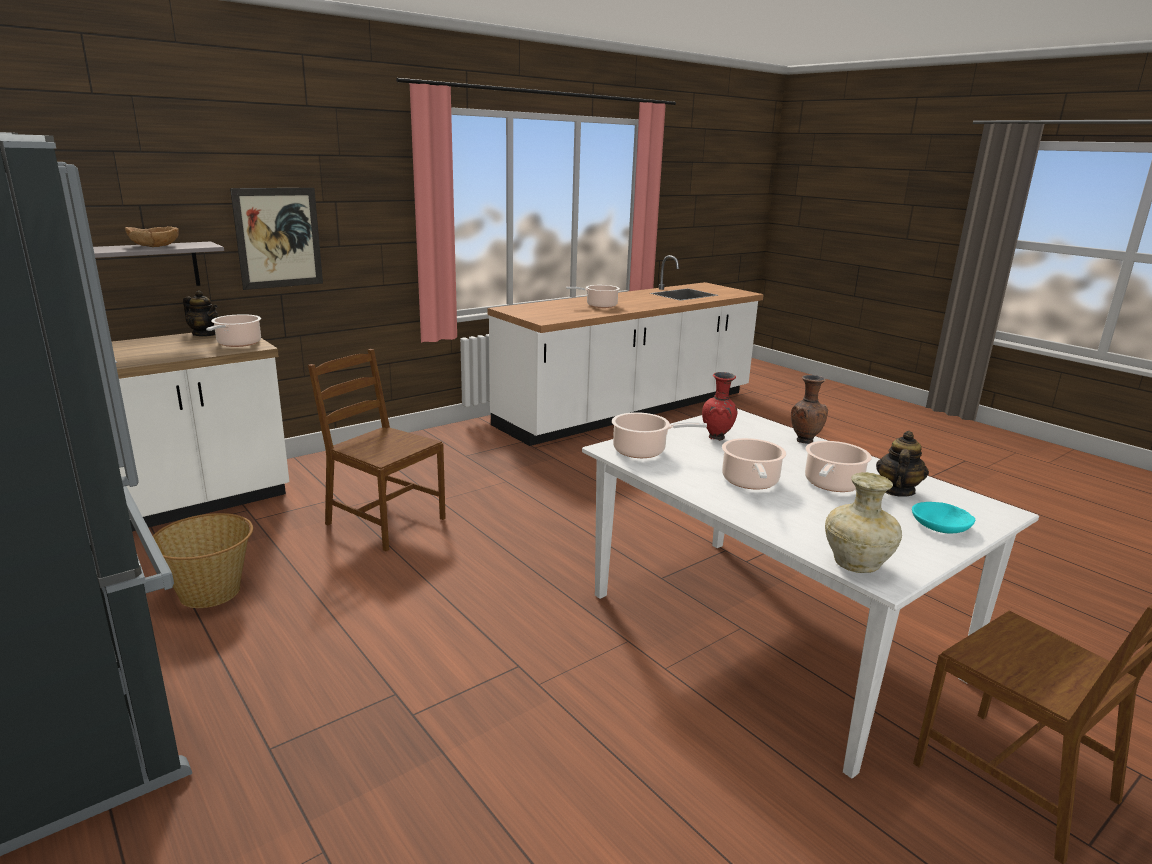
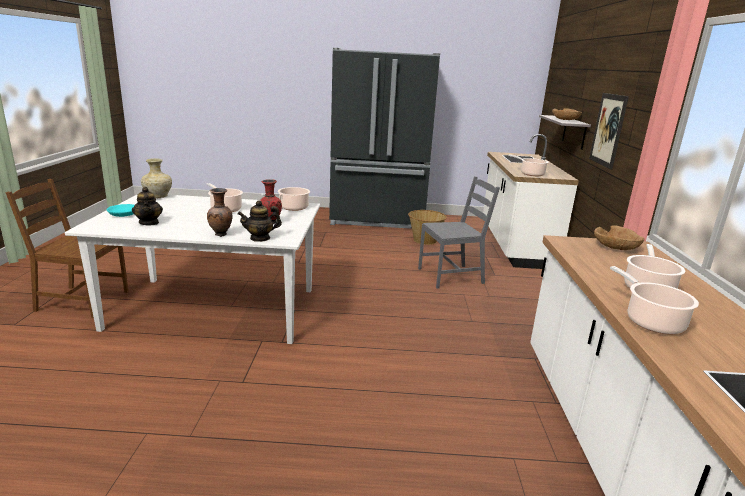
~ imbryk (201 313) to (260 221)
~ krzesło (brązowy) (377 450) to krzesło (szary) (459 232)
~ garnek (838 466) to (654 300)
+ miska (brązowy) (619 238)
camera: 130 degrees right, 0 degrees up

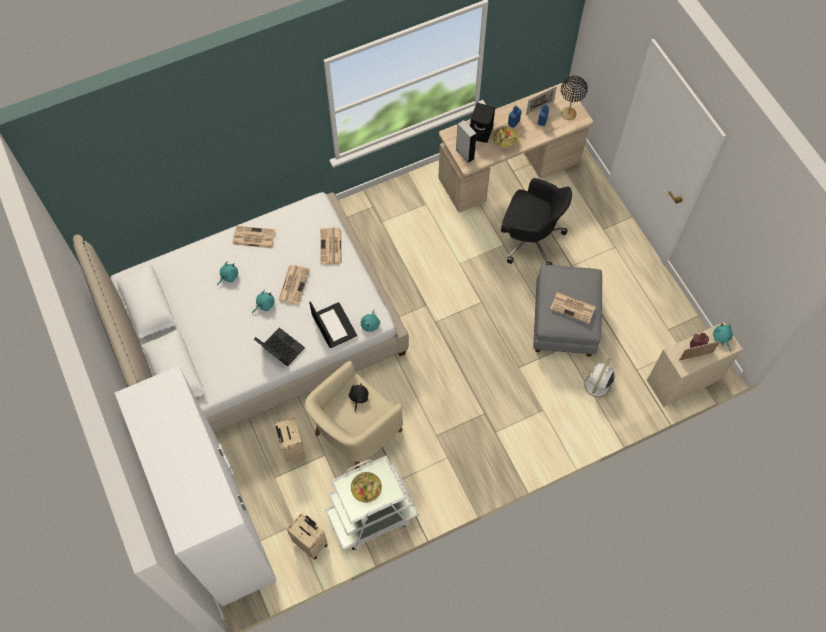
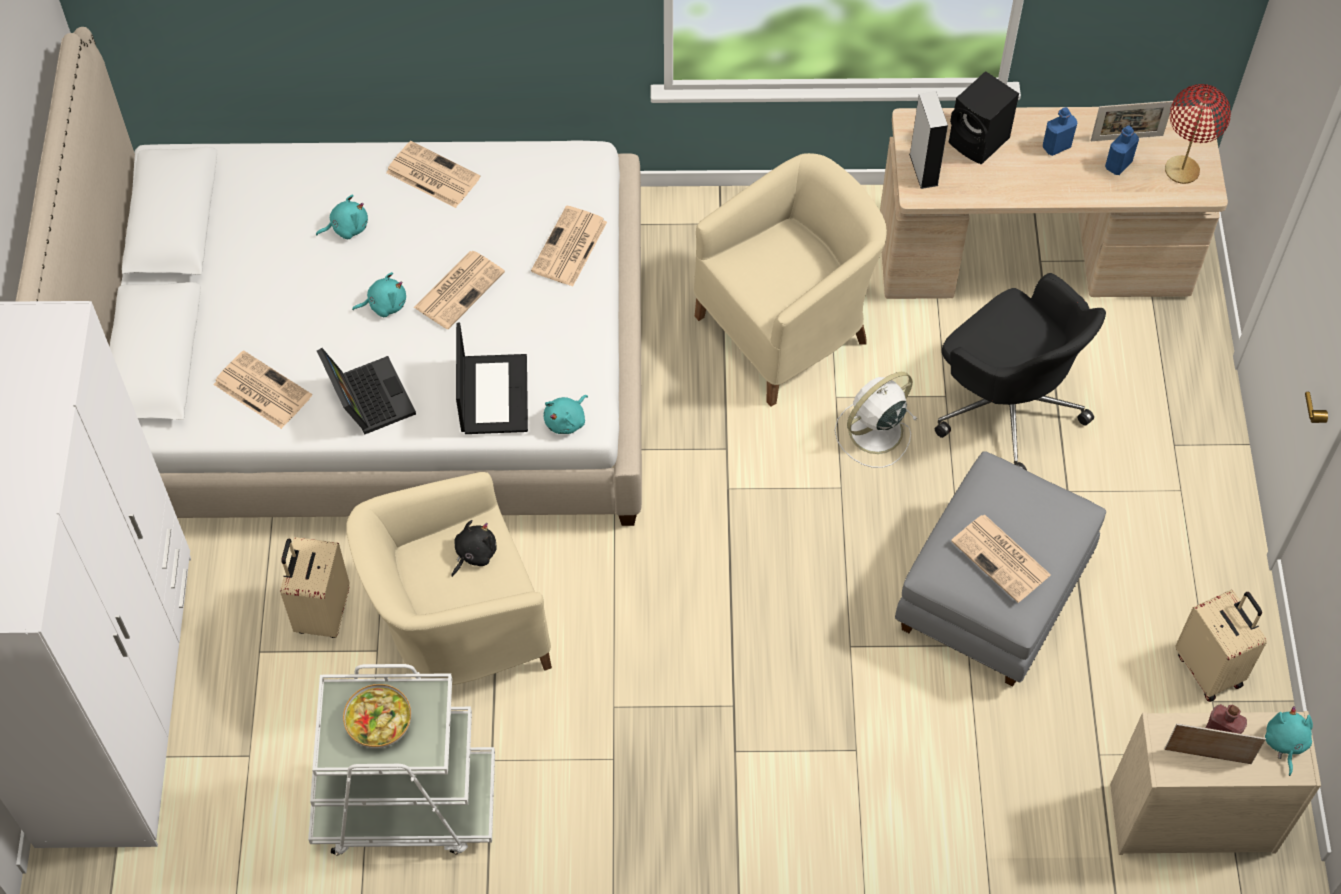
~ lampa stołowa (czarny) (574 98) to lampa stołowa (czerwony) (1198 134)
- miska (505 137)
~ wentylator (biały) (596 381) to (876 420)
~ walizka (beżowy) (307 536) to (1221 646)
+ fotel (beżowy) (790 280)
+ gazeta (262 389)
camera: 25 degrees right, 5 degrees down

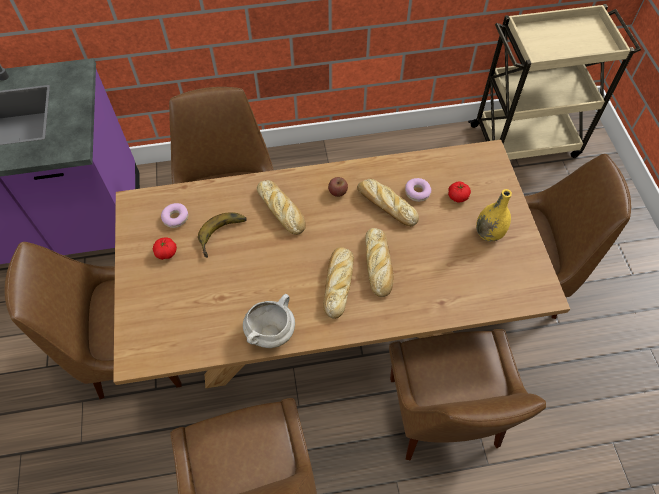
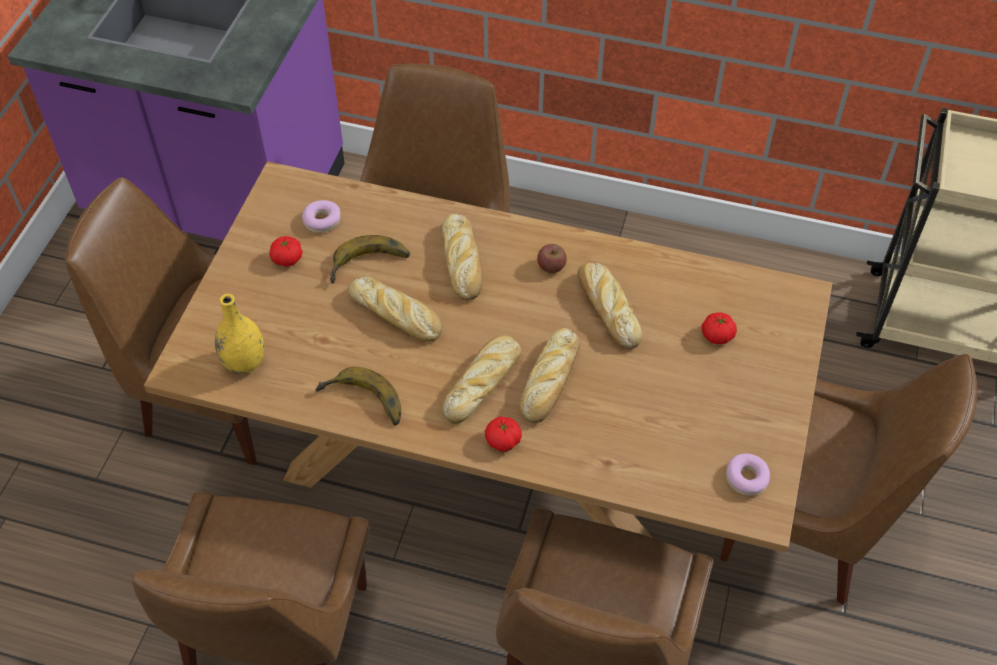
~ donut (418 190) to (748 474)
~ wazon (żółty) (494 215) to (240 334)
~ garnek (biały) (269 321) to banan (358 396)
+ chleb (395 309)
+ pomidor (503 434)
camera: 25 degrees right, 5 degrees down

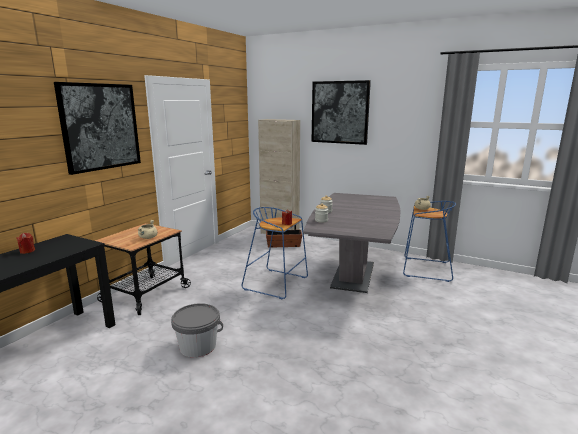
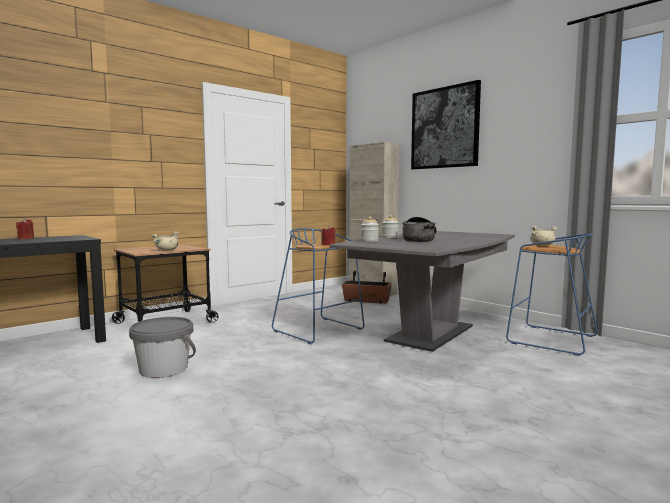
- obraz (97 128)
+ garnek (419 229)
camera: 20 degrees right, 10 degrees down

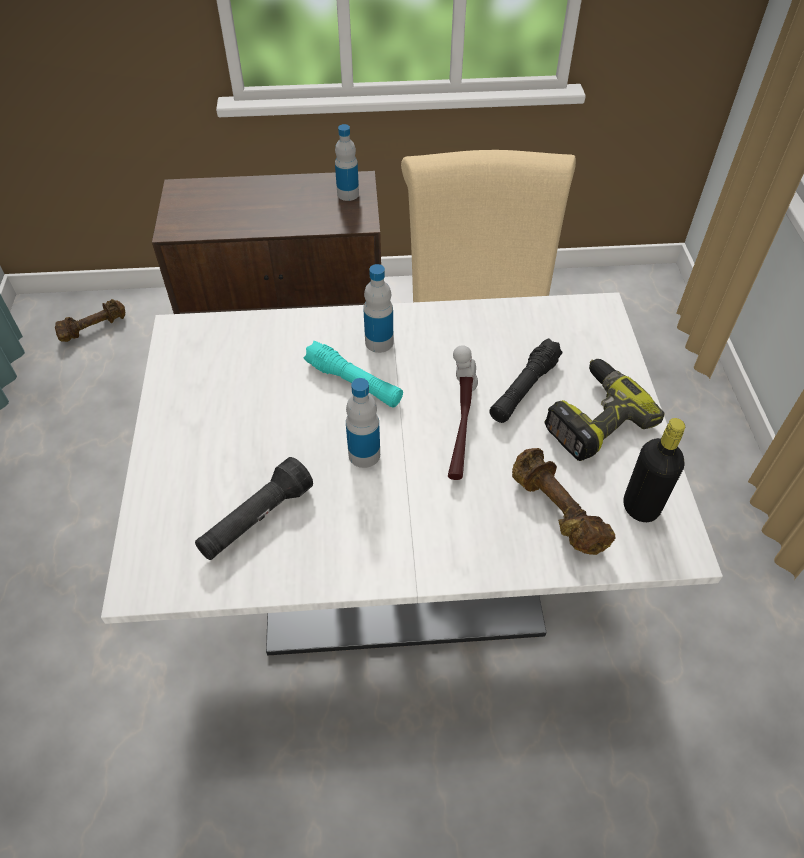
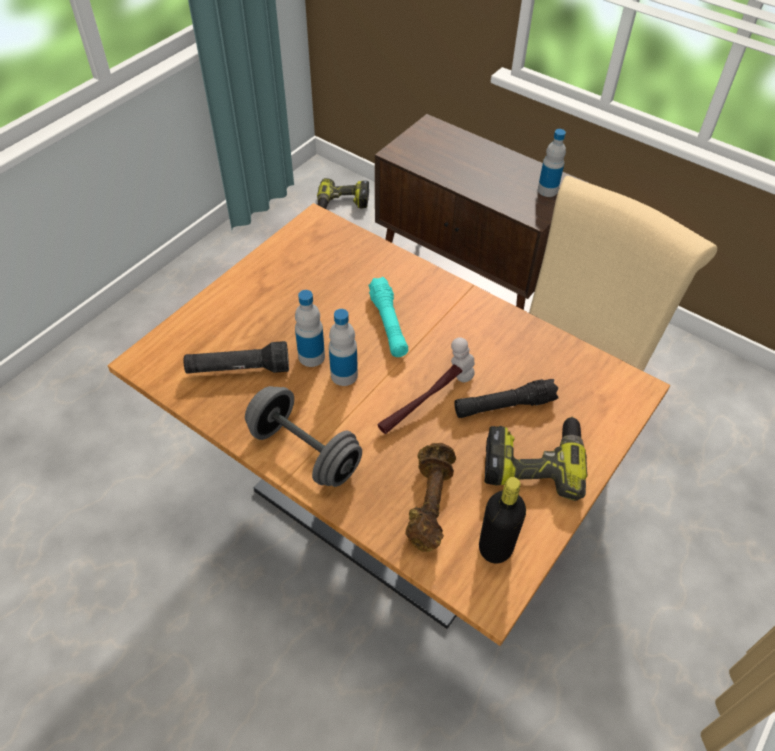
~ butelka (378 308) to (310 328)
~ stół jadalny (biały) (412 474) to stół jadalny (brązowy) (388 424)
~ hantel (brązowy) (90 320) to wiertarka (343 193)
+ hantel (szary) (303 436)
camera: 40 degrees right, 0 degrees up

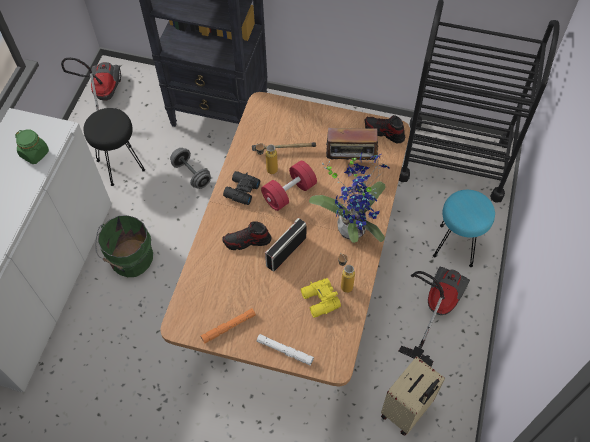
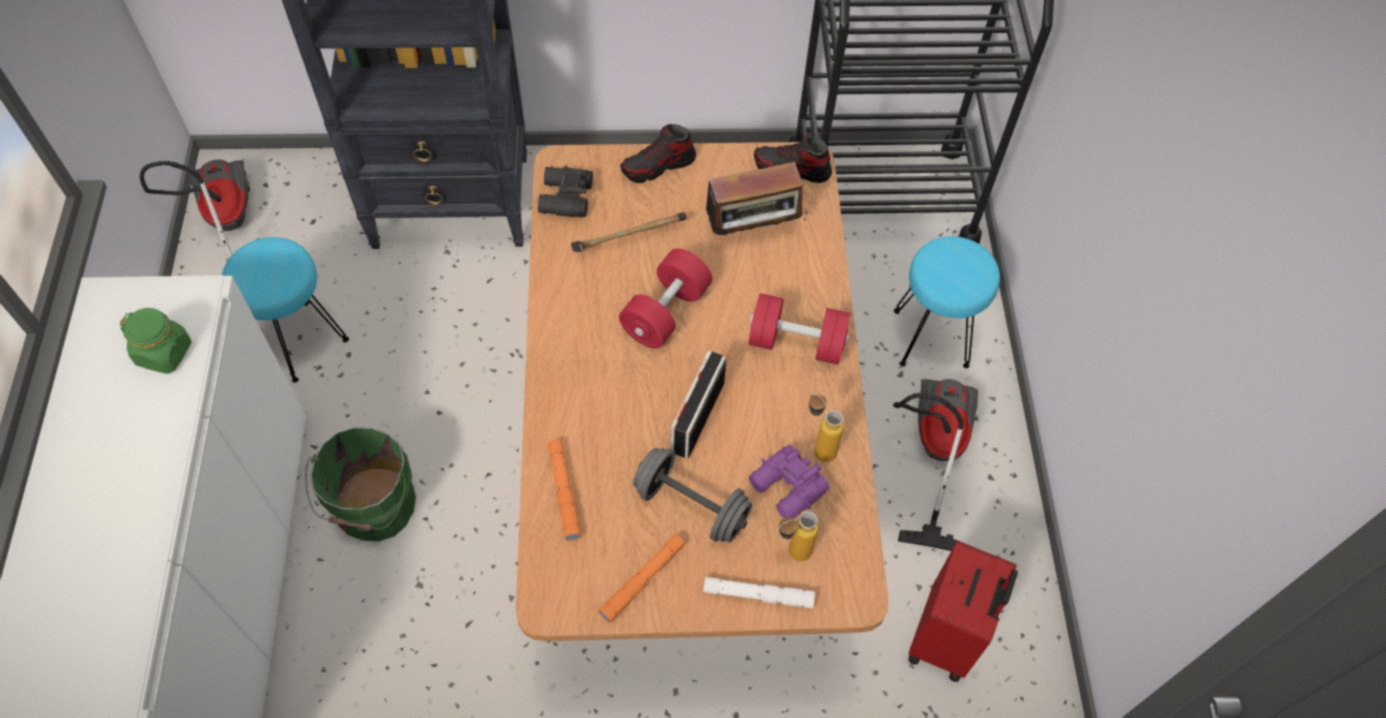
~ stołek (czarny) (114 147) to stołek (turkusowy) (285 310)
~ butelka (266 158) to (798 536)
~ hantel (szary) (190 168) to (692 495)
~ roślina doniczkowa (349 197) to hantel (czerwony) (799 329)
~ lornetka (czarny) (241 188) to (565 191)
~ but (247 235) to (658 153)
~ lornetka (żółty) (321 298) to lornetka (fioletowy) (789 482)
~ walizka (beżowy) (413 396) to walizka (czerwony) (963 611)
+ latarka (pomarańczowy) (564 490)
camera: 20 degrees left, 0 degrees up

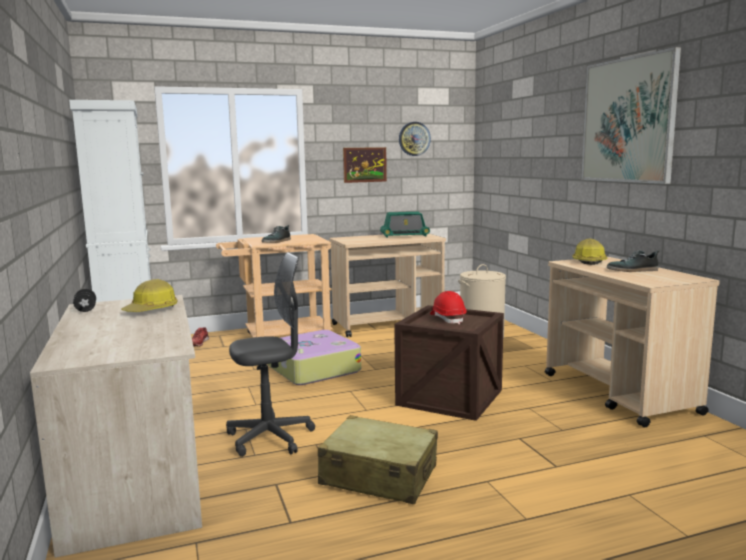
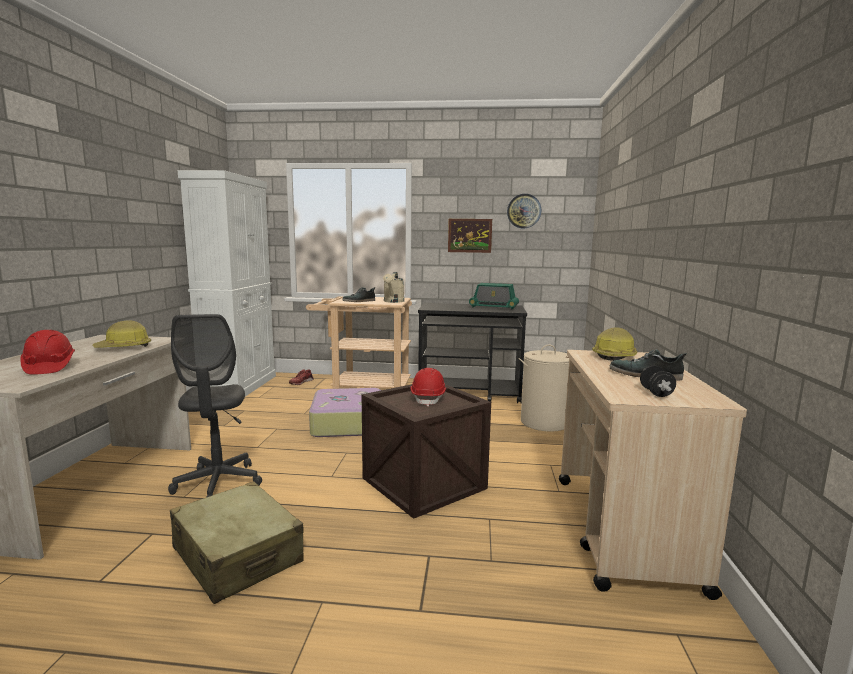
- obraz (631 115)
~ wózek (beżowy) (387 285) to wózek (czarny) (472 353)
~ krzesło biurowe (szary) (270 354) = (215 405) 75 degrees clockwise
~ hantel (czarny) (84 300) to (658 381)
+ konewka (beżowy) (393 287)
+ kask (czerwony) (47 352)
camera: 25 degrees right, 0 degrees up

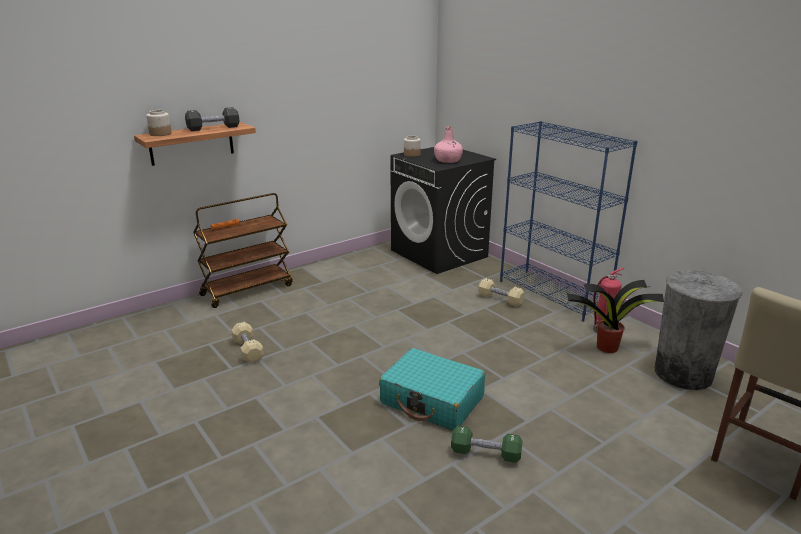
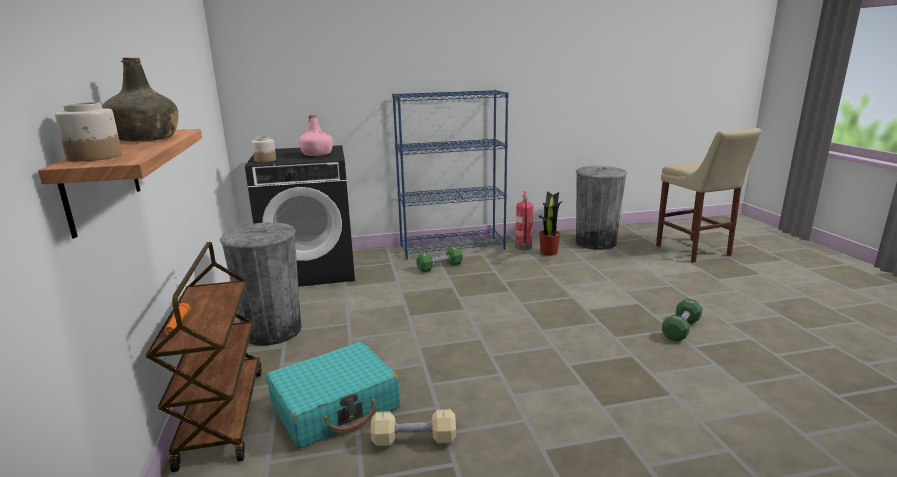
~ hantel (czarny) (212 119) to butelka (zielony) (140 99)
~ hantel (beżowy) (501 292) to hantel (zielony) (439 259)
~ walizka (turkusowy) (432 389) to (333 395)
+ kosz na śmieci (szary) (261 284)
camera: 65 degrees left, 5 degrees down

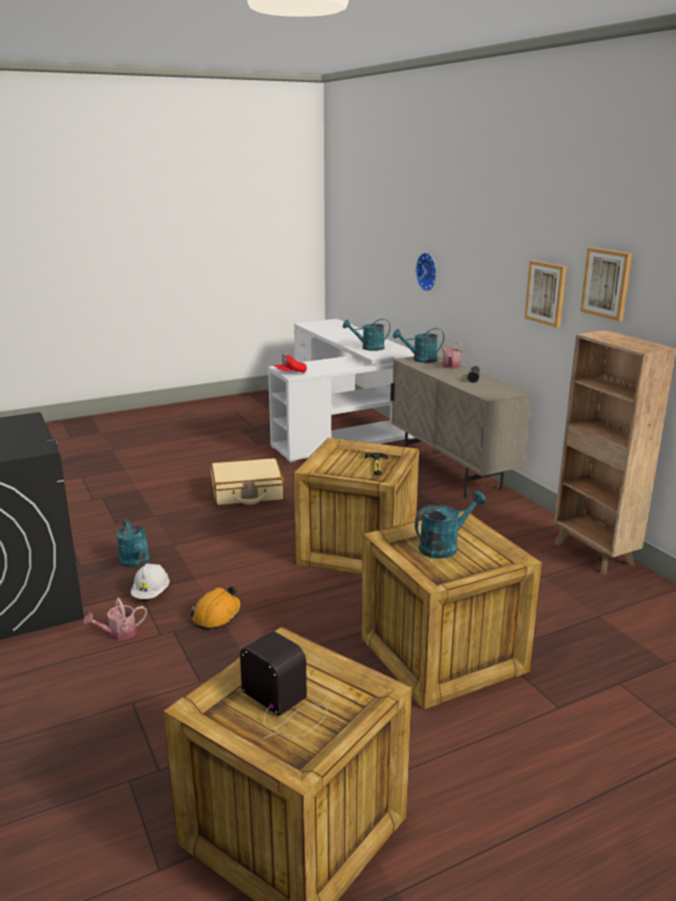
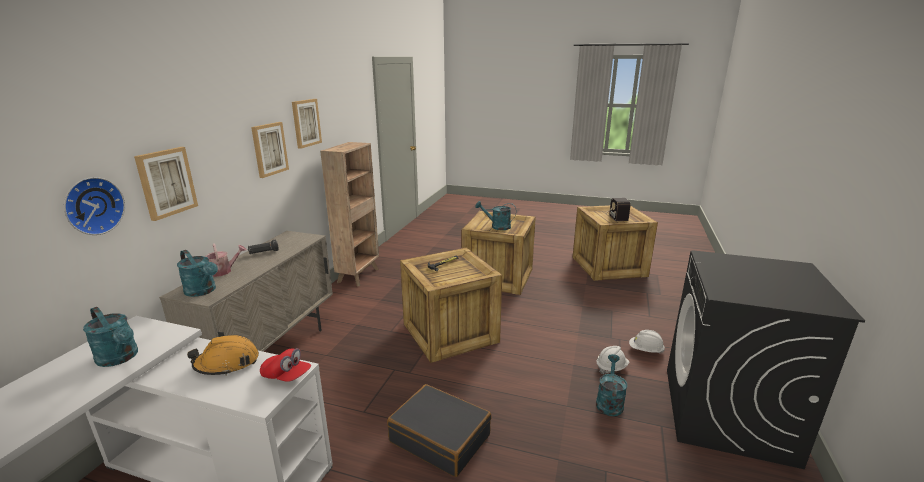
~ walizka (beżowy) (248 482) to walizka (czarny) (439 430)
~ kask (pomarańczowy) (216 608) to (223 355)
~ konewka (115 619) to kask (biały) (647 341)
+ obraz (166 184)
camera: 135 degrees left, 0 degrees up

